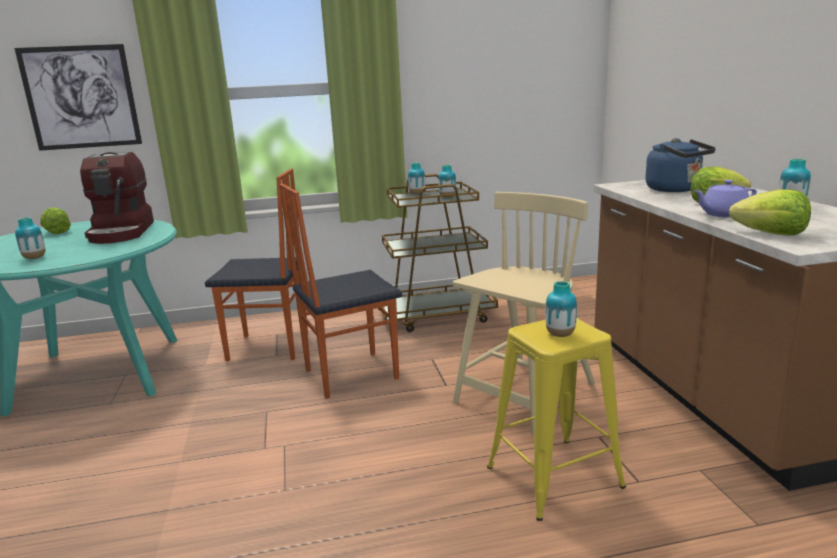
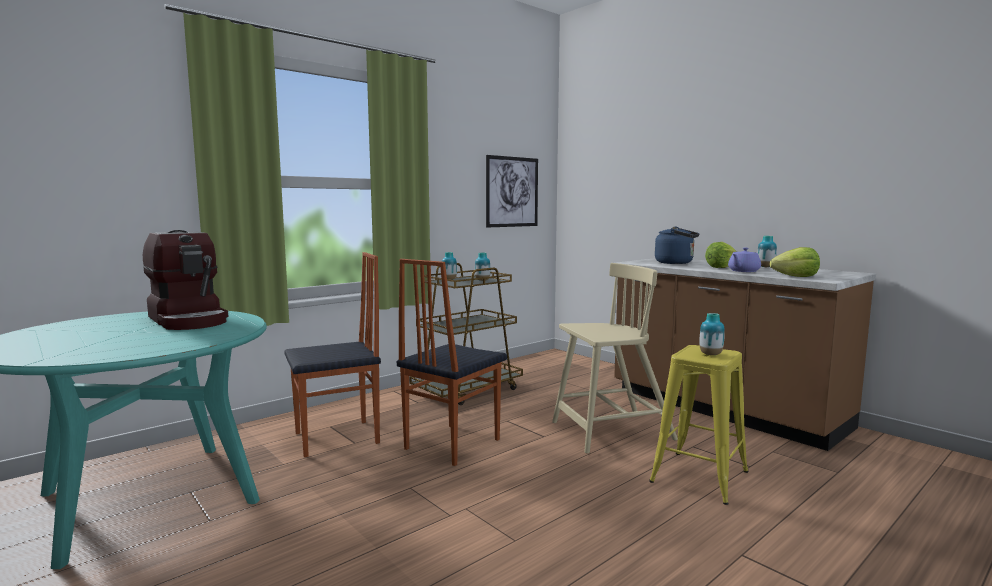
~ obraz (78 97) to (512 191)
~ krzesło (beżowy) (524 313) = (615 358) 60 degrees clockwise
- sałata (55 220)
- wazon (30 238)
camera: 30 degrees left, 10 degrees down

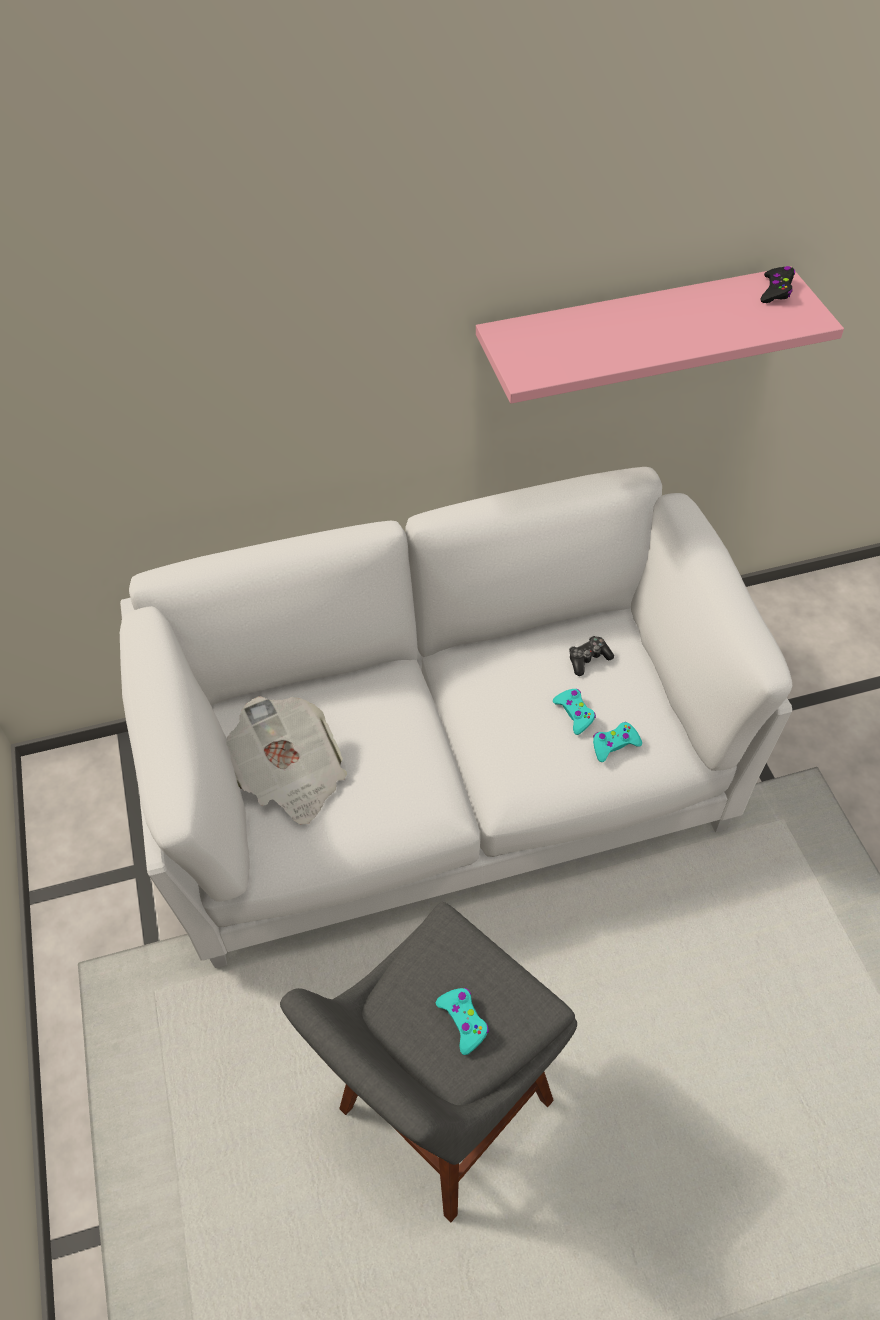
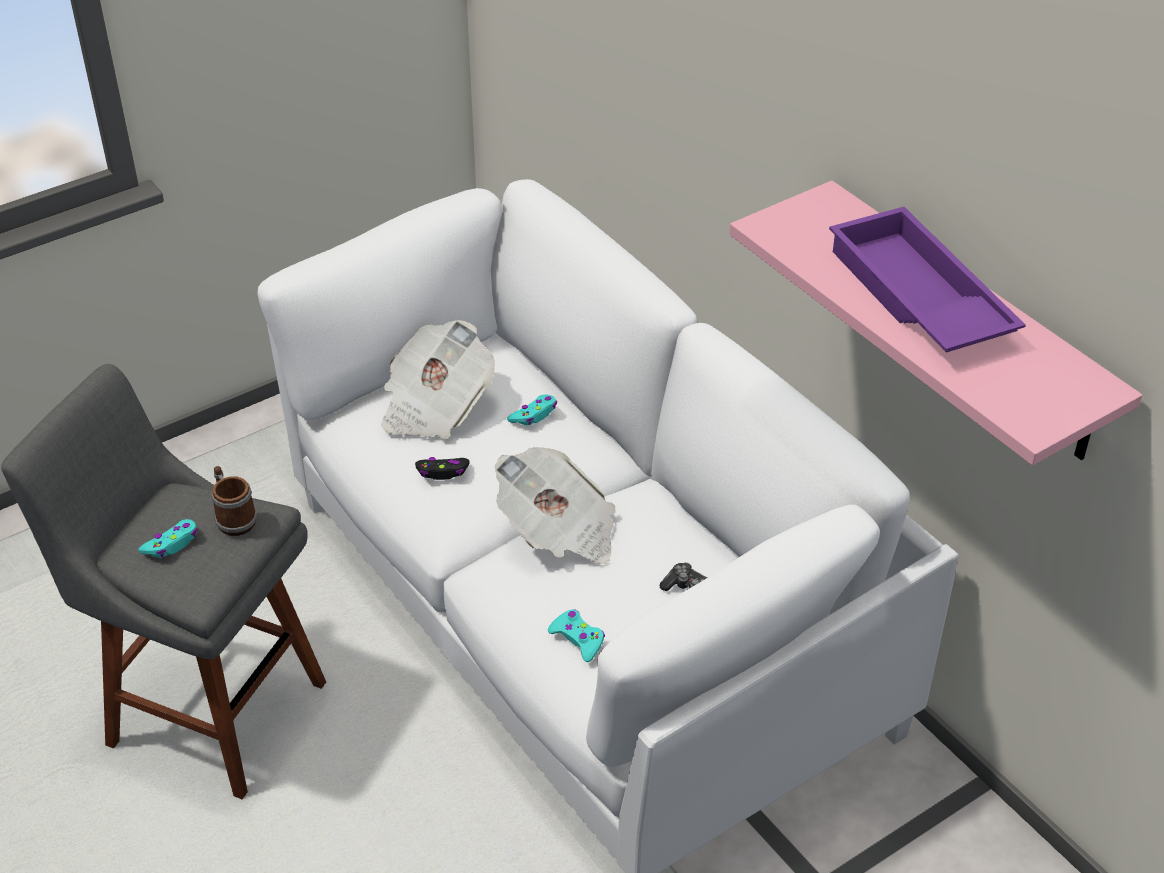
~ pad do gier (czarny) (778 284) to (442 468)
~ pad do gier (turkusowy) (574 712) to (532 409)
+ taca (fioletowy) (927 280)
+ gazeta (555 505)
+ kubek (234 501)
camera: 70 degrees right, 10 degrees down

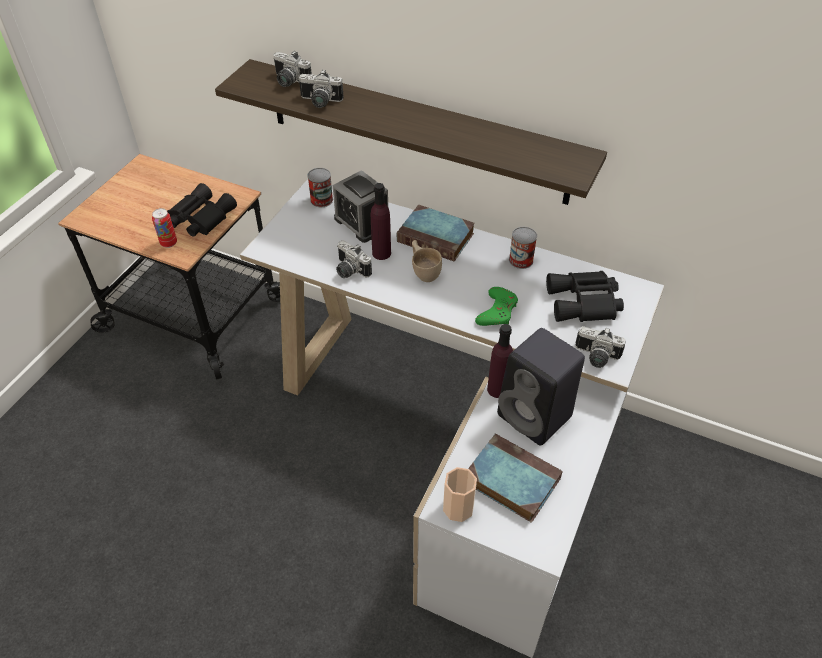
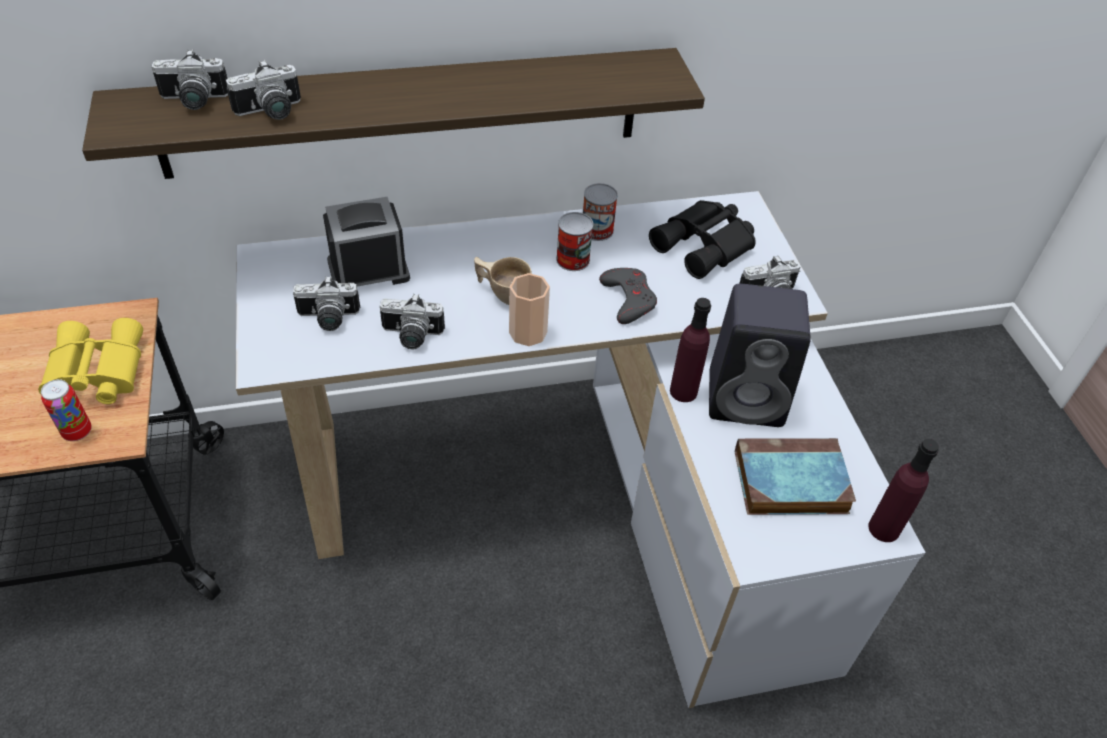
~ puszka (320 187) to (574 241)
~ budzik (360 206) = (366 242) 150 degrees clockwise
~ lornetka (czarny) (202 210) to lornetka (żółty) (90 361)
~ butelka (fioletowy) (381 221) to (903 490)
- książka (436 233)
~ pad do gier (zielony) (496 306) to pad do gier (szary) (628 296)
~ filiżanka (460 494) to (529 309)
+ aparat fotograficzny (326 303)
camera: 40 degrees left, 0 degrees up

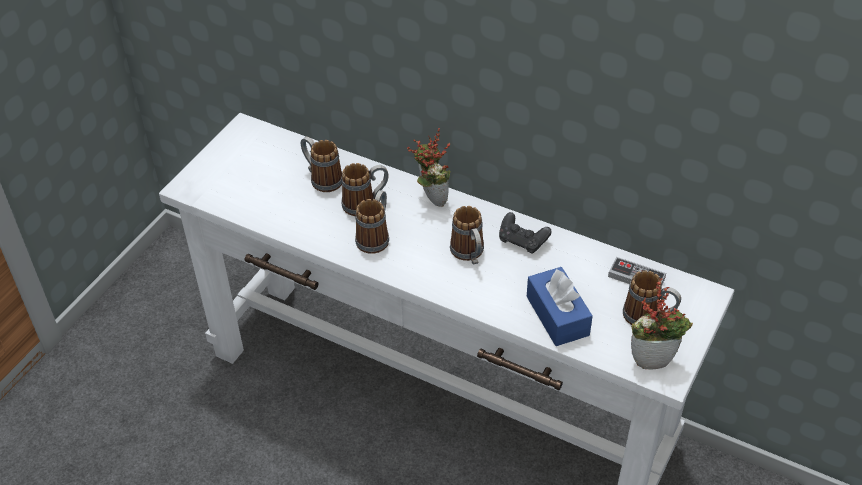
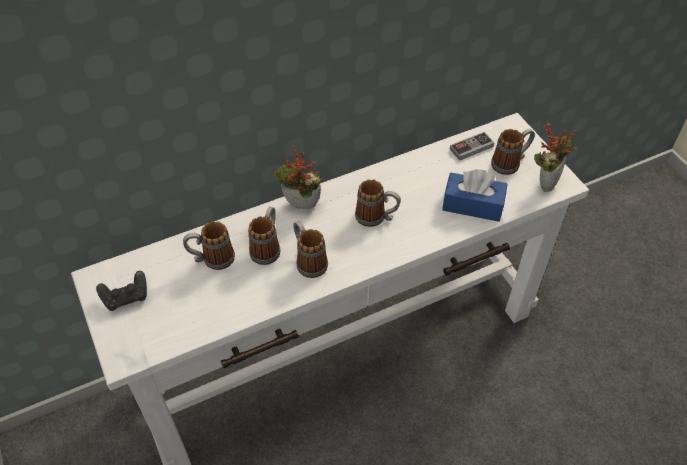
~ pad do gier (czarny) (525 233) to (121 291)
camera: 55 degrees left, 5 degrees up

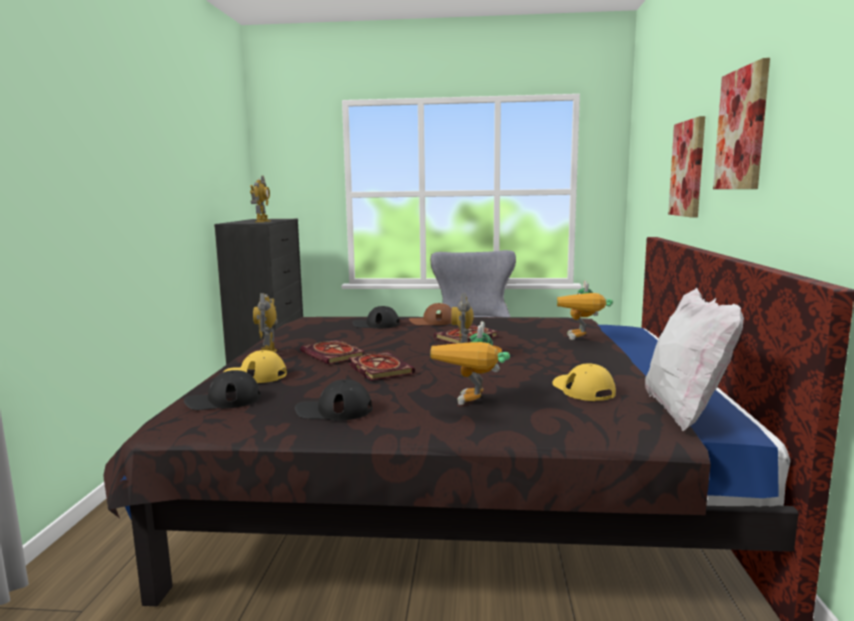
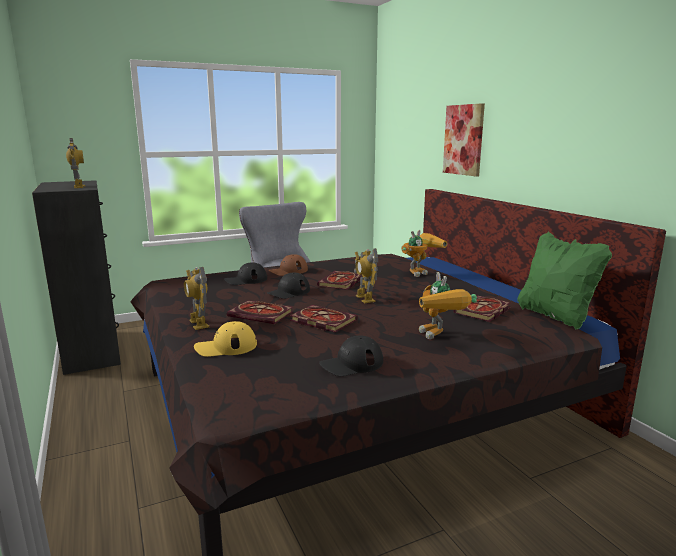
- obraz (741 123)
~ robot zabawkowy (585 310) = (424 253) 105 degrees counterclockwise
~ poduszka (biały) (694 359) to poduszka (zielony) (565 280)
~ czapka z daszkiem (żółty) (584 382) to książka (482 309)
~ czapka z daszkiem (czarny) (222 390) to (288 286)
camera: 30 degrees left, 5 degrees up

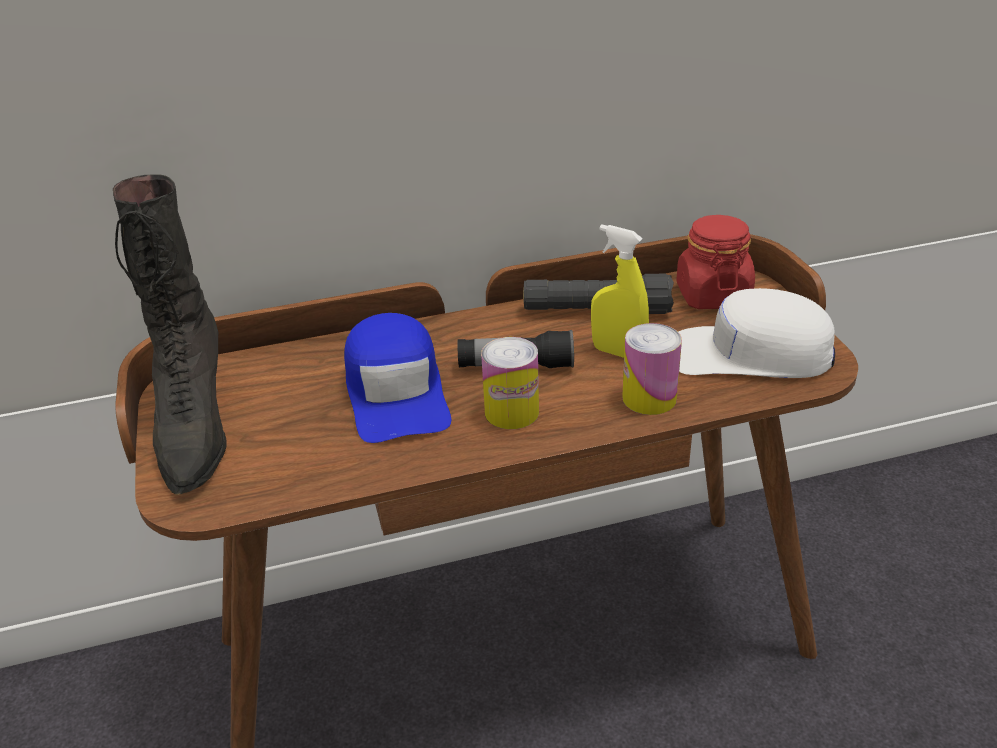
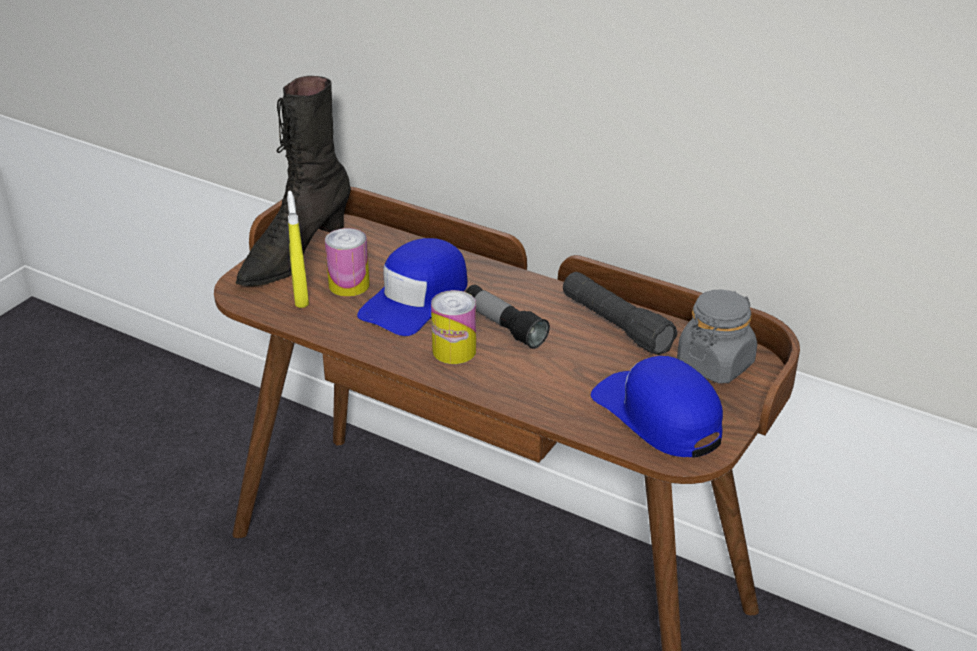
~ słoik (czerwony) (715 262) to słoik (szary) (717 336)
~ spryskiwacz (żółty) (620 291) to (298 249)
~ czapka z daszkiem (biały) (756 333) to czapka z daszkiem (niebieski) (657 407)
~ puszka (652 369) to (347 262)
camera: 45 degrees right, 0 degrees up

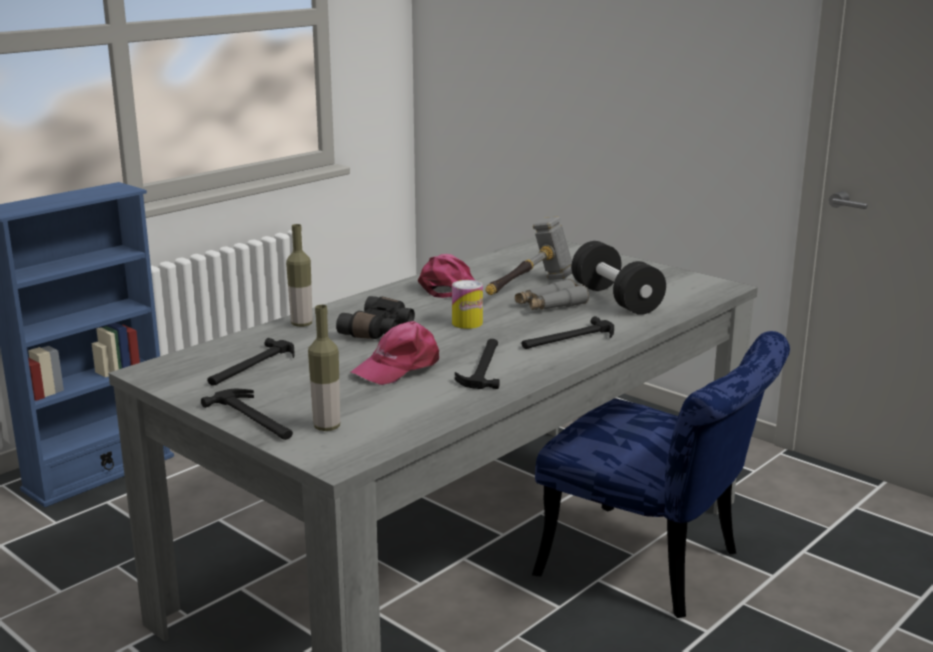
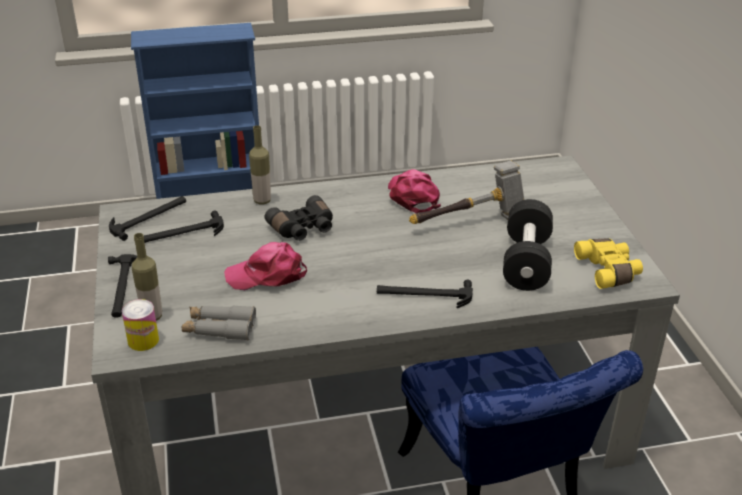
~ czapka z daszkiem (różowy) (446 276) = (414 191) 60 degrees counterclockwise
~ lornetka (szary) (552 294) to (219 323)
~ puszka (467 304) to (140 325)
~ młotek (477 364) to (147 218)
+ lornetka (żółty) (608 263)
camera: 35 degrees right, 15 degrees up

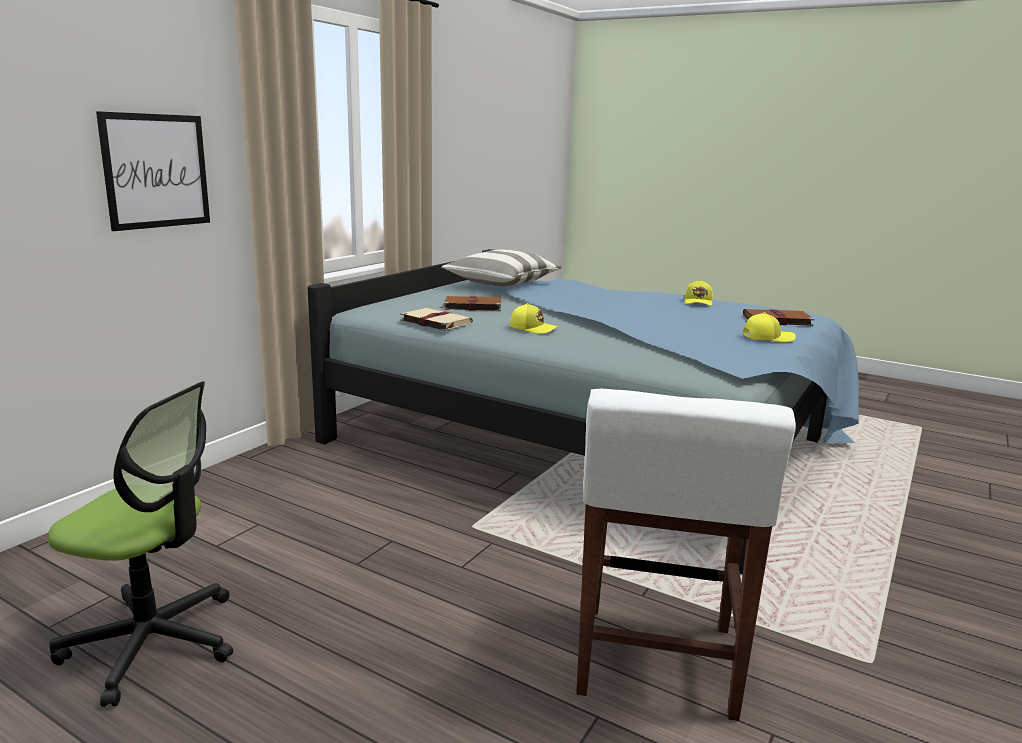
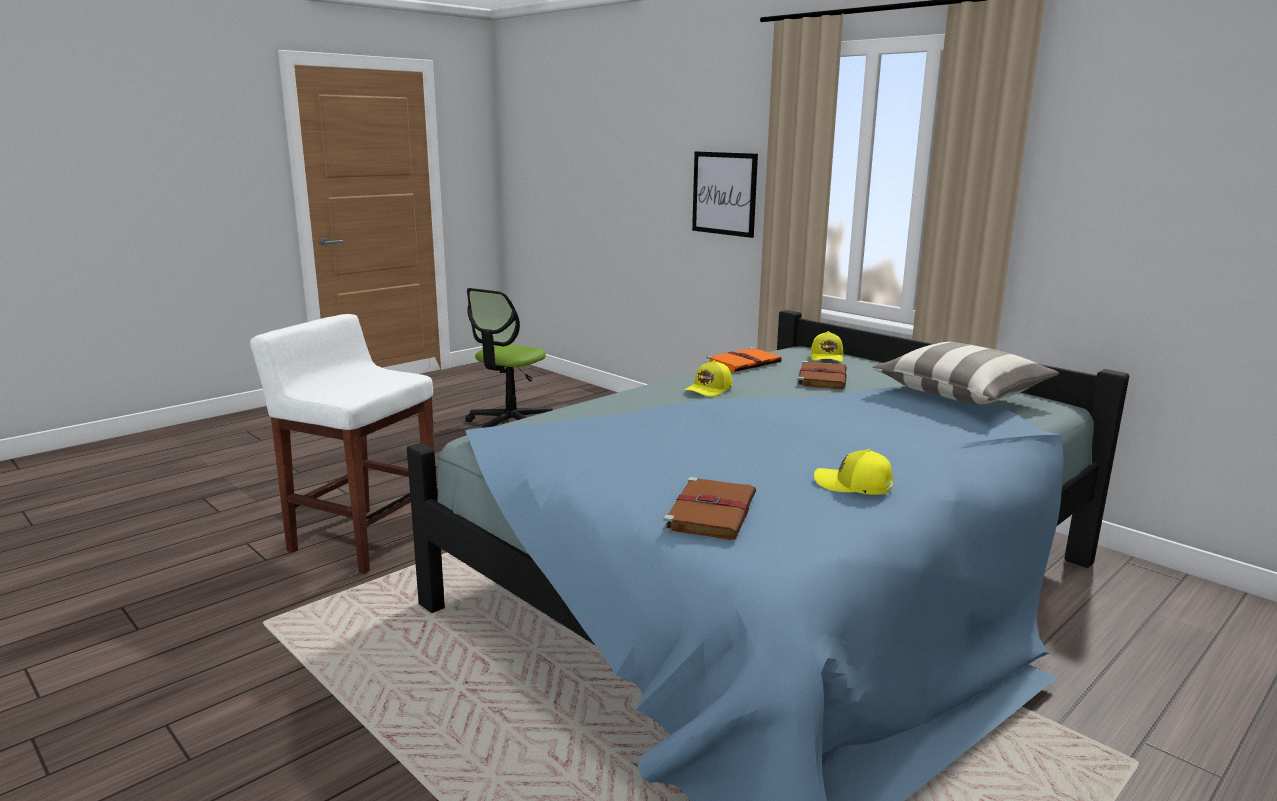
~ książka (beżowy) (436 319) to książka (pomarańczowy) (744 359)
~ czapka z daszkiem (żółty) (769 327) to (827 346)
camera: 105 degrees right, 0 degrees up

